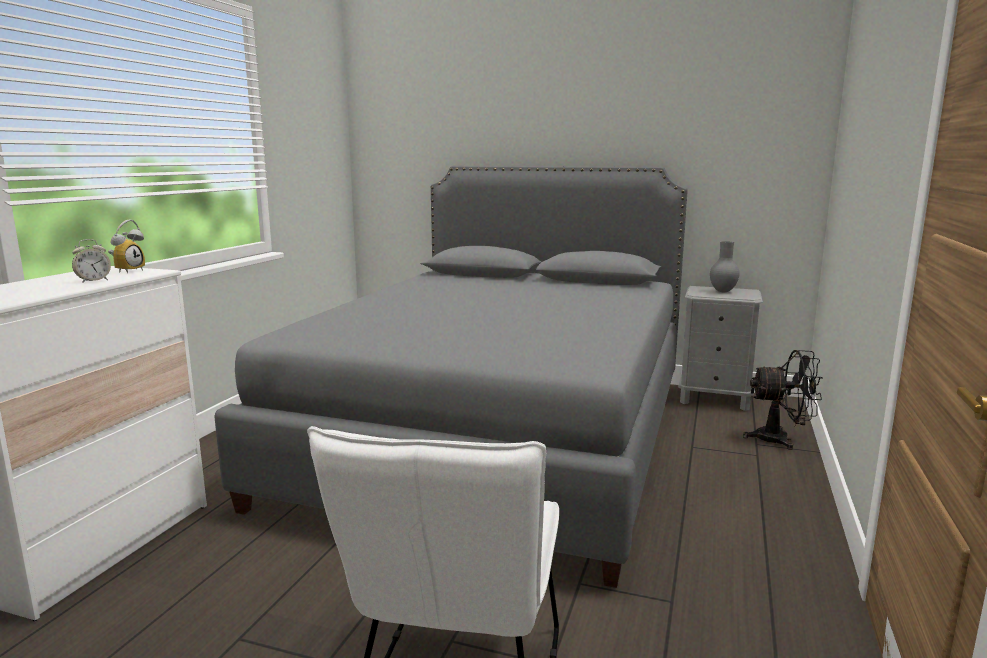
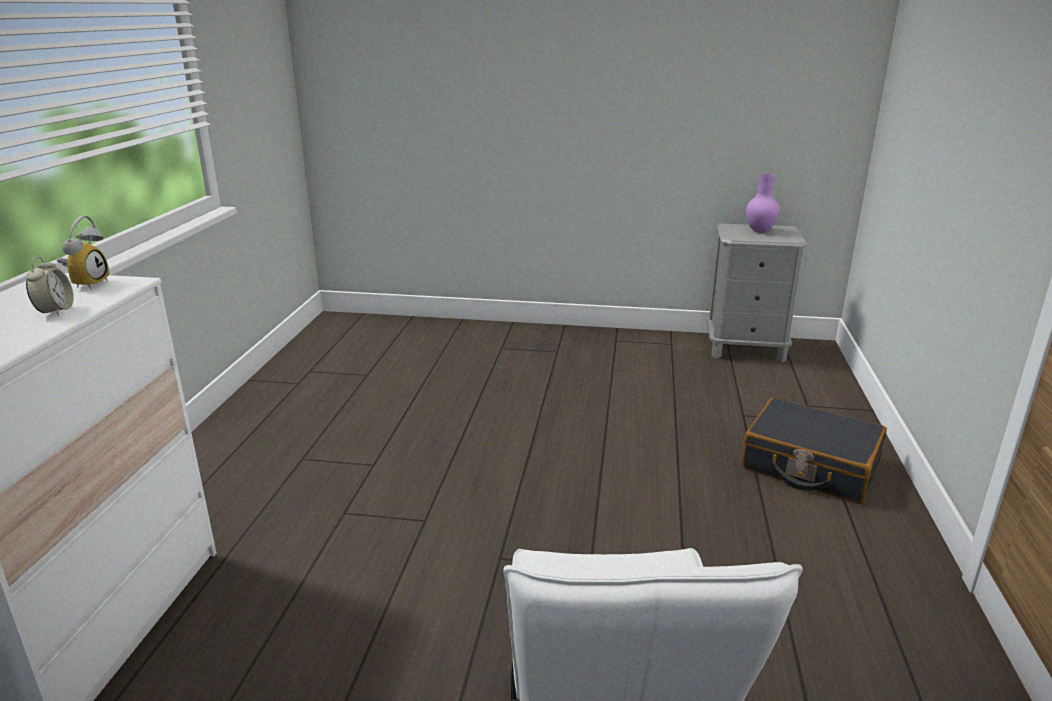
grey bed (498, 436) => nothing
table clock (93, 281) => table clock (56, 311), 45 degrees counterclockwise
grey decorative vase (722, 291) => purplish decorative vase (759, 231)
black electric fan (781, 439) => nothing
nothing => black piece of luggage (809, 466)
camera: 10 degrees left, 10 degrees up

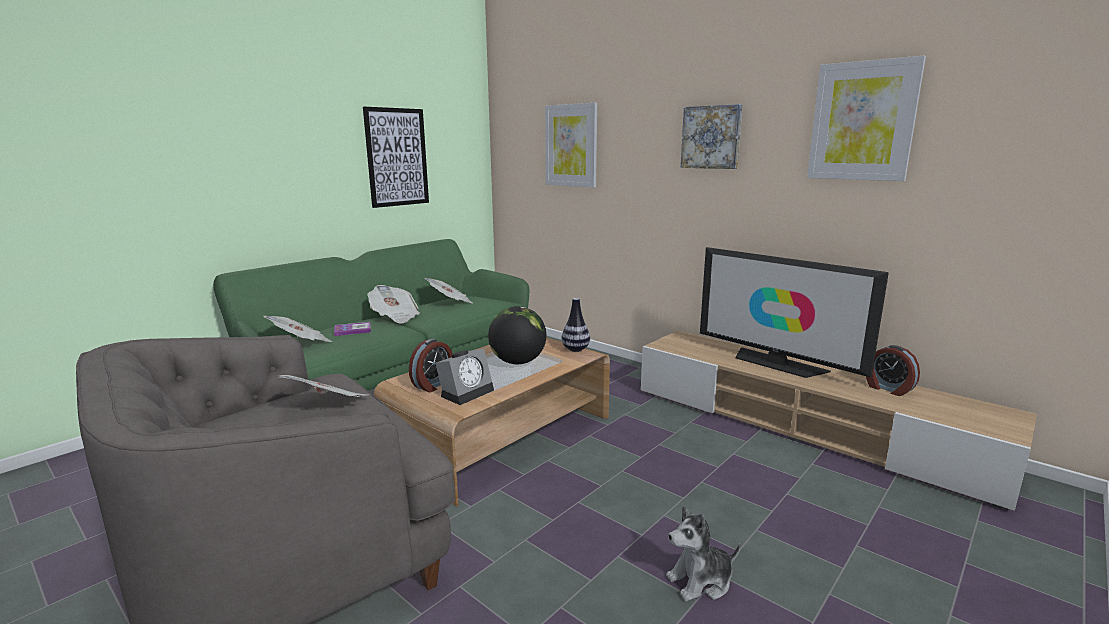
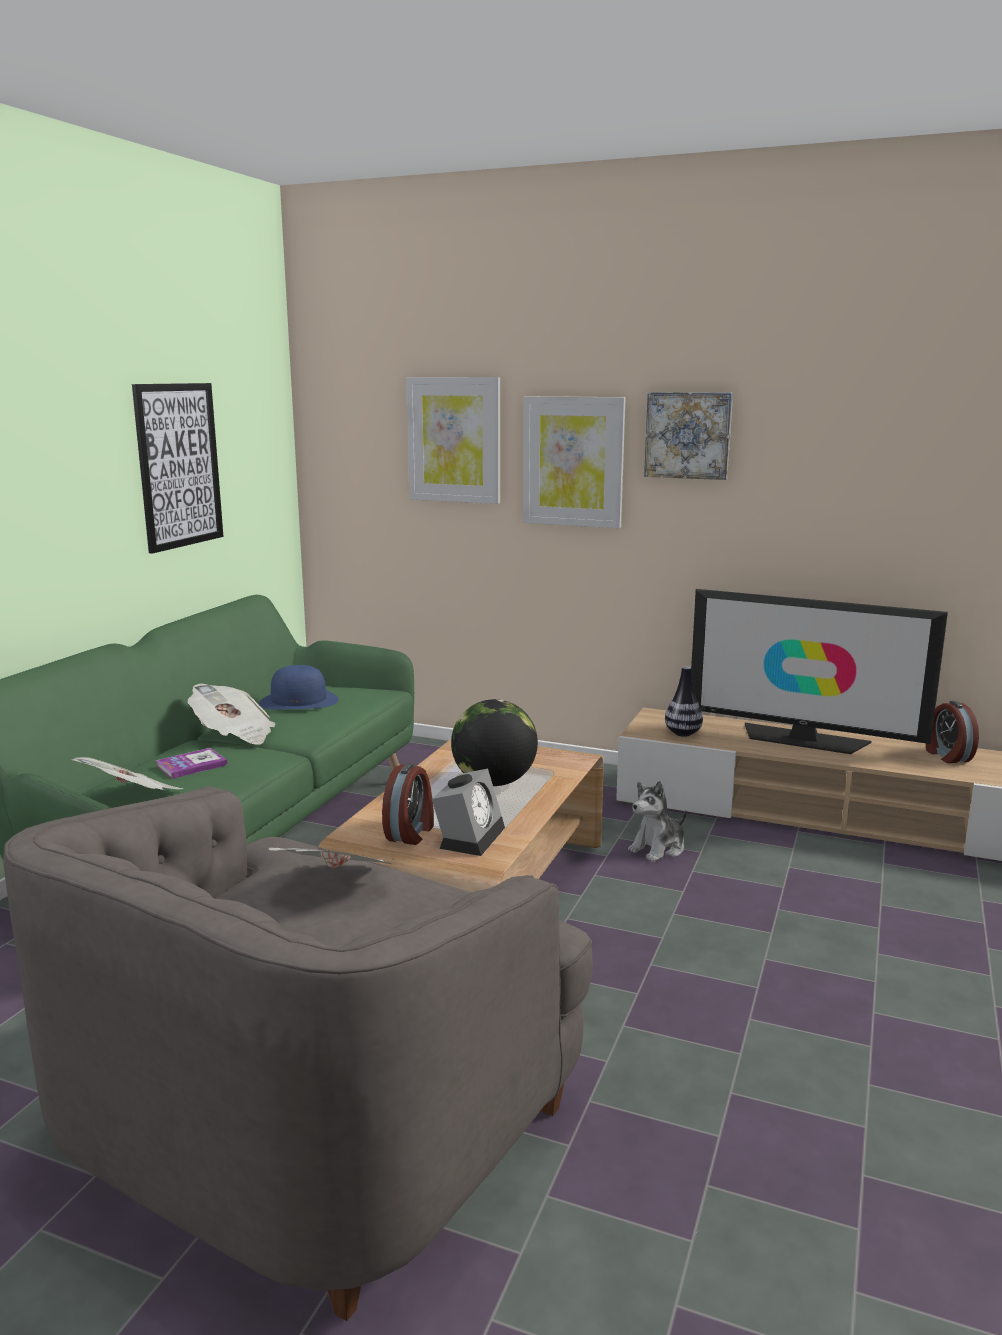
picture (862, 121) => picture (573, 461), shifted
newspaper (450, 302) => blue wearable hat (299, 701)
decorative vase (575, 349) => decorative vase (683, 733), shifted
table clock (888, 389) => table clock (947, 755), 45 degrees clockwise
cuddly toy (701, 581) => cuddly toy (658, 849), shifted
camera: 20 degrees left, 0 degrees up

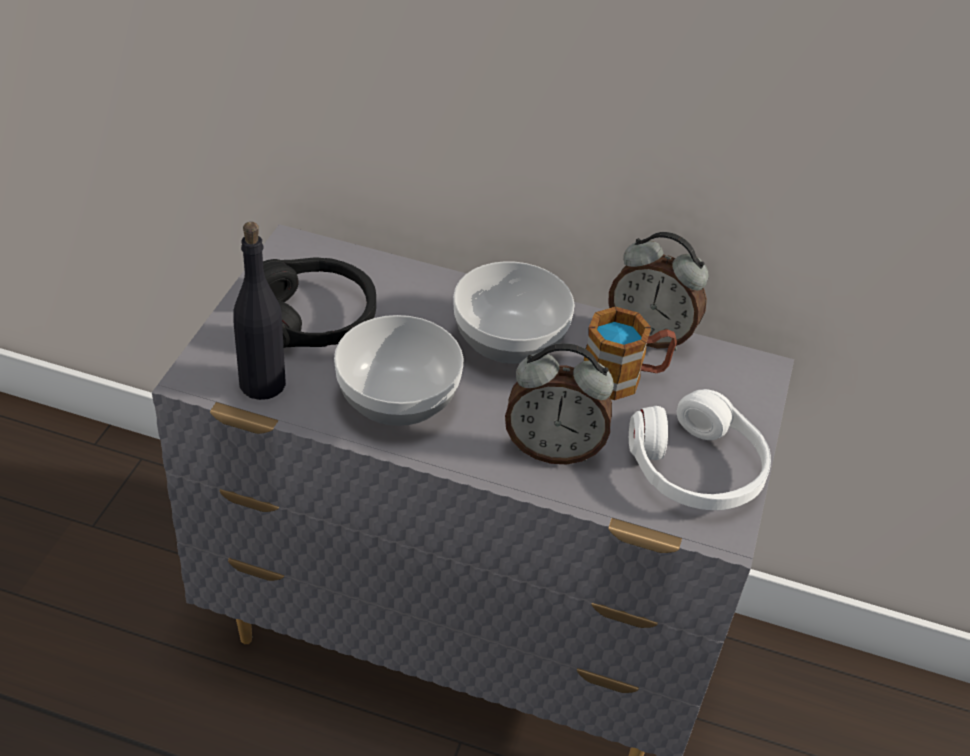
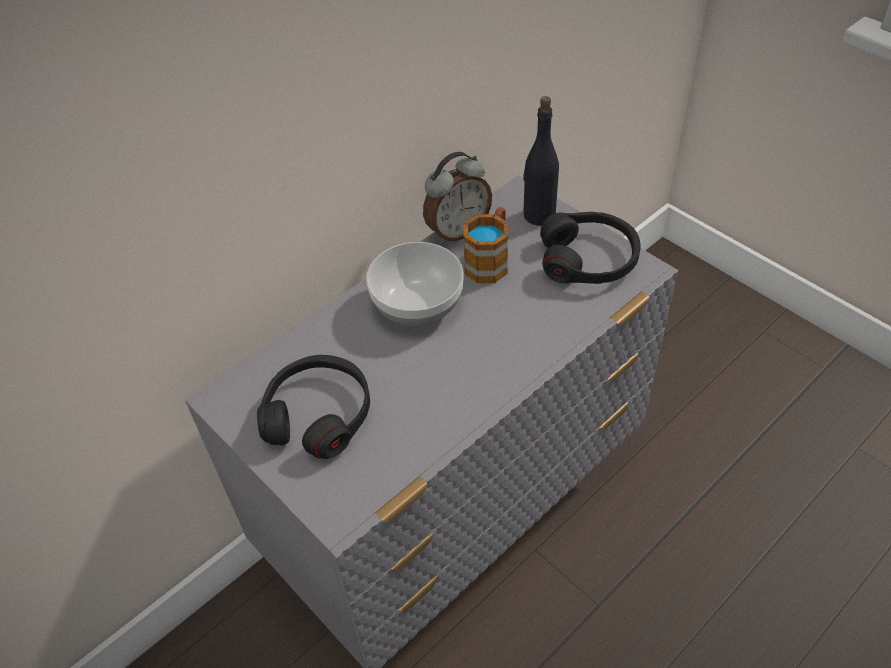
black bottle (262, 383) => black bottle (538, 215), shifted
deep dish (399, 400) => nothing
table clock (553, 449) => nothing
whitish headphones (696, 468) => black headphones (588, 259)
camera: 55 degrees left, 5 degrees up

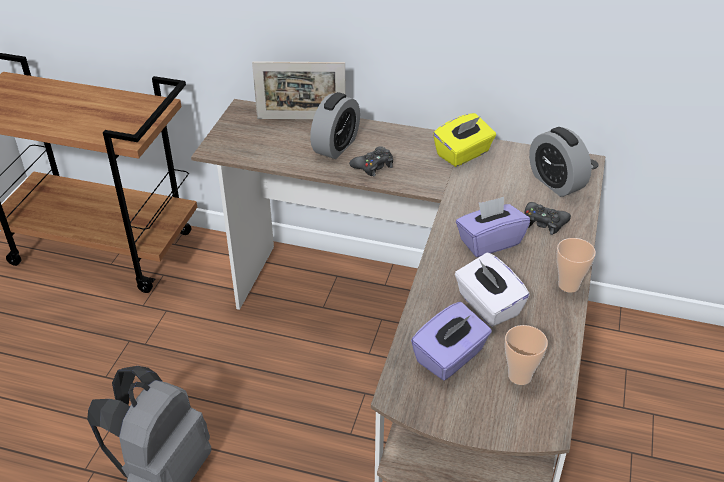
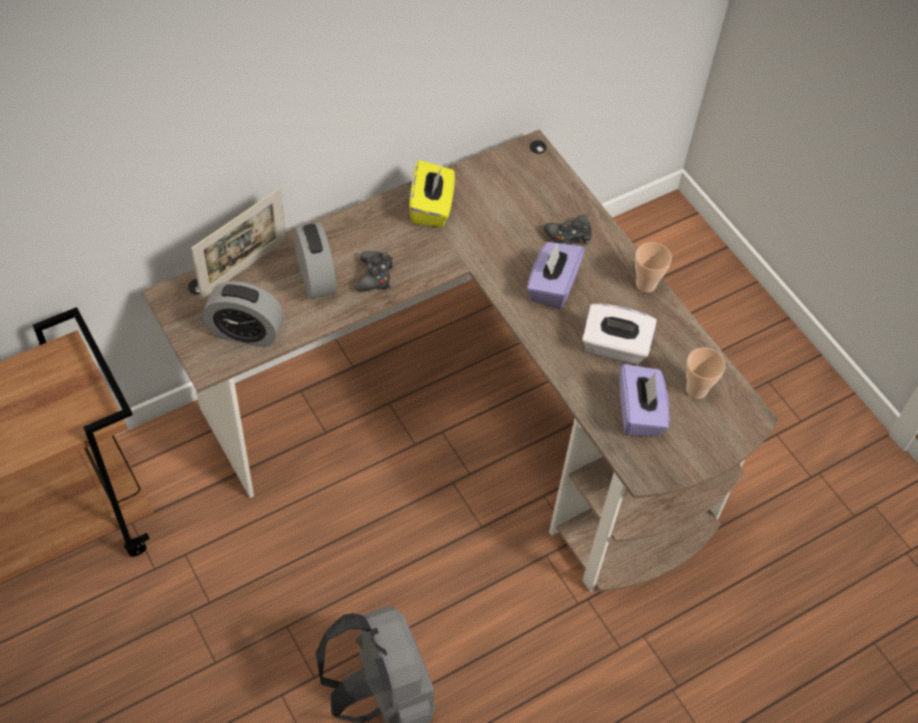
table clock (555, 182) => table clock (246, 332), shifted
camera: 50 degrees left, 15 degrees up

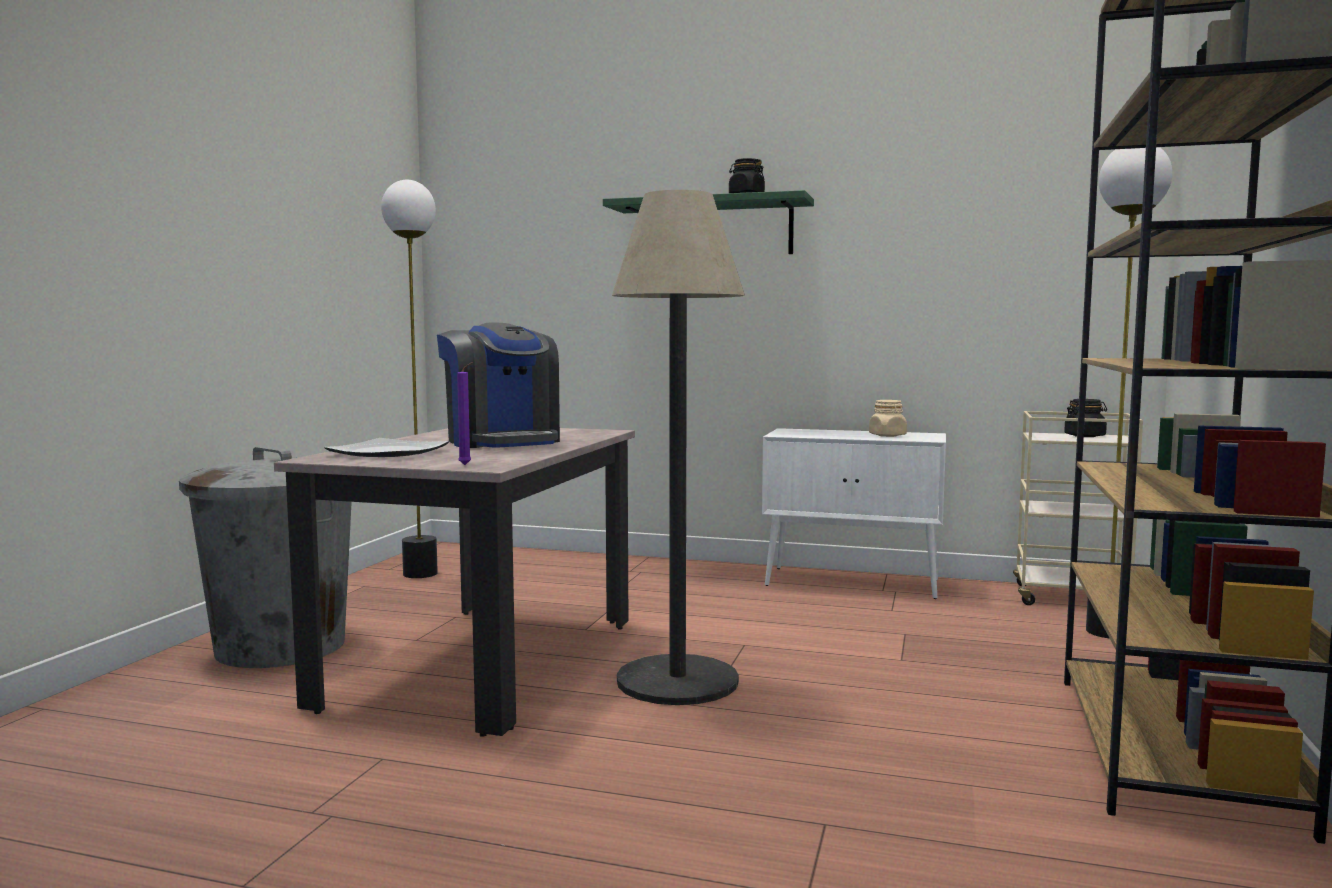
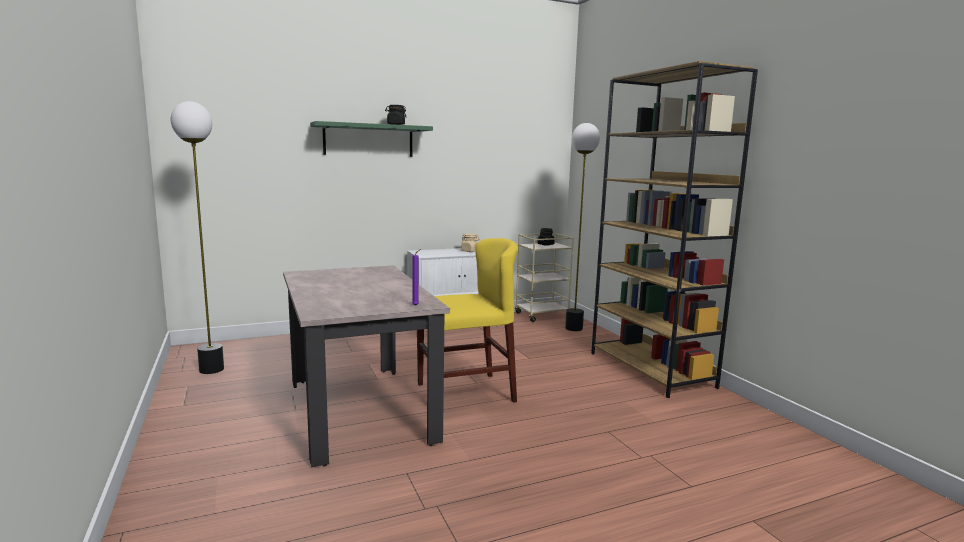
standing lamp (677, 681) => yellow chair (465, 392)
coffee machine (502, 442) => nothing
dinner plate (388, 452) => nothing
grey trash can (281, 646) => nothing
camera: 40 degrees left, 5 degrees up

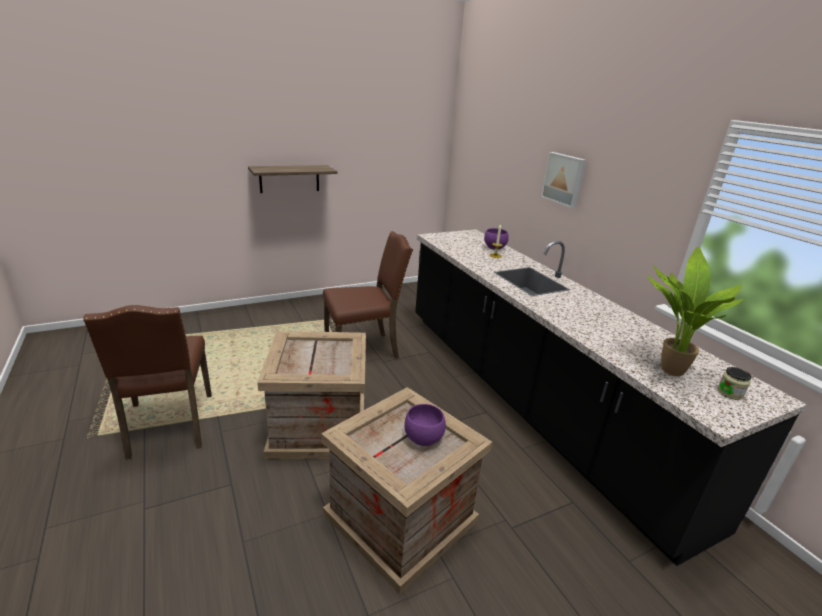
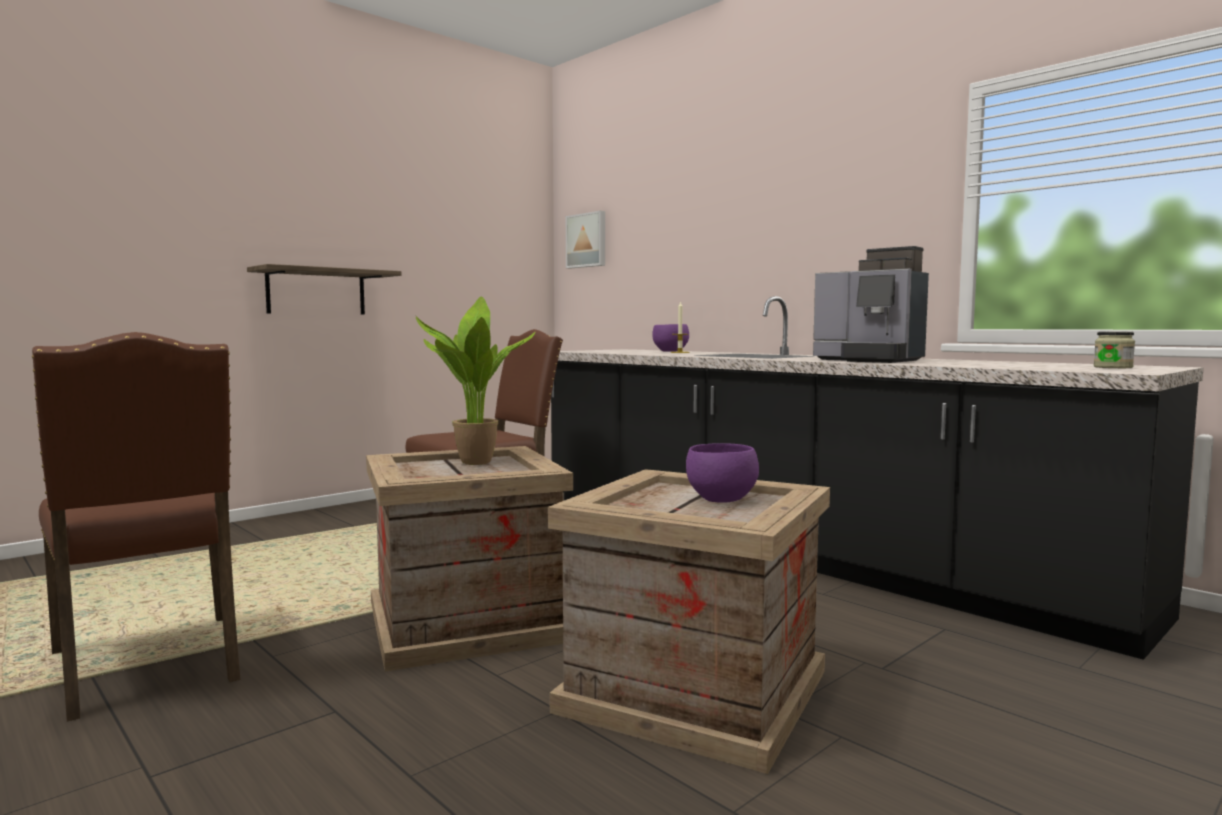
picture (564, 179) => picture (587, 240), shifted
potted plant (667, 370) => potted plant (471, 462), shifted
nothing => coffee machine (870, 360)
camera: 15 degrees left, 20 degrees down

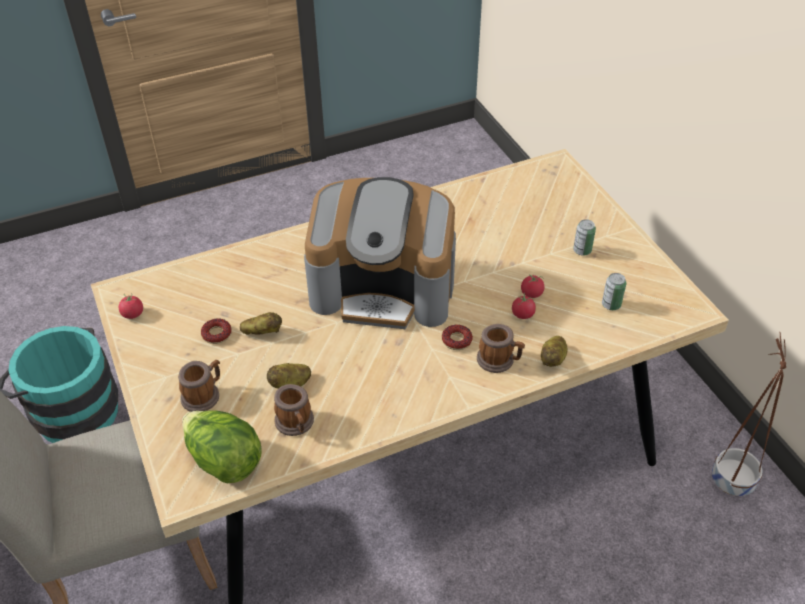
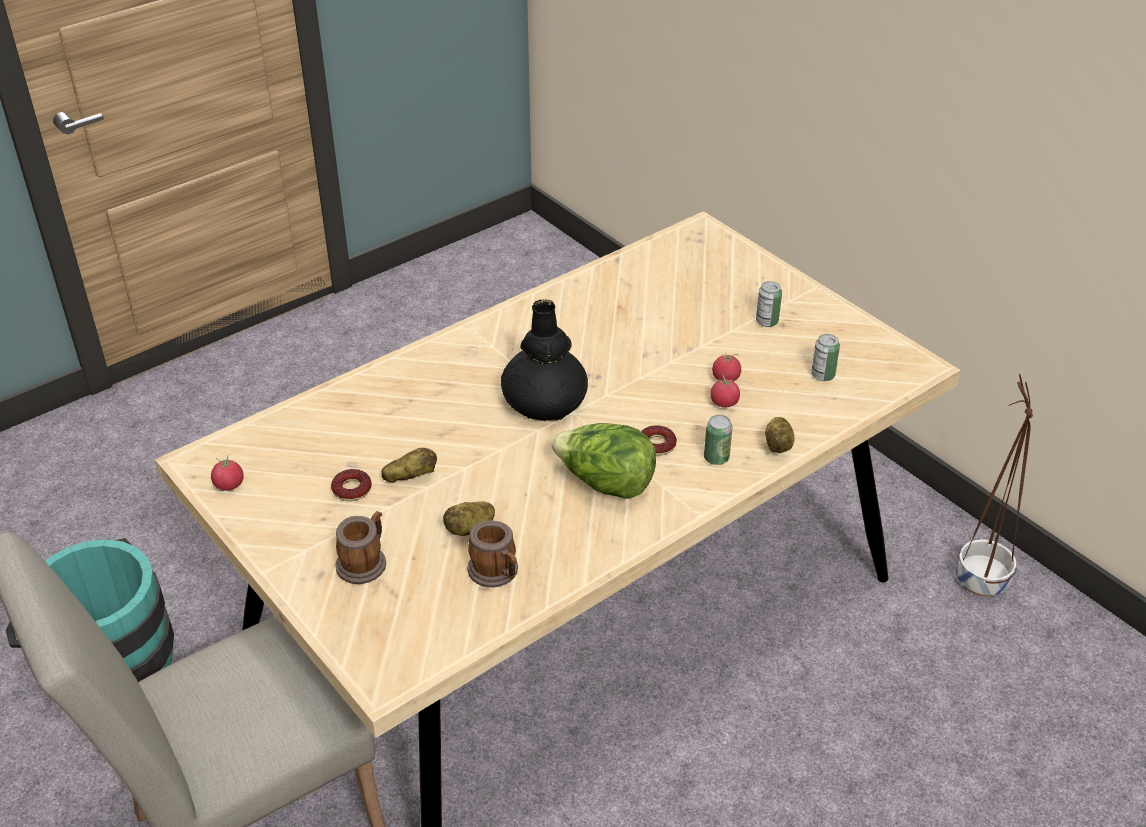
coffee machine (384, 288) => black decorative vase (545, 401)
mug (499, 360) => can (716, 458)
lettuce head (224, 461) => lettuce head (605, 484), shifted
camera: 15 degrees left, 5 degrees down

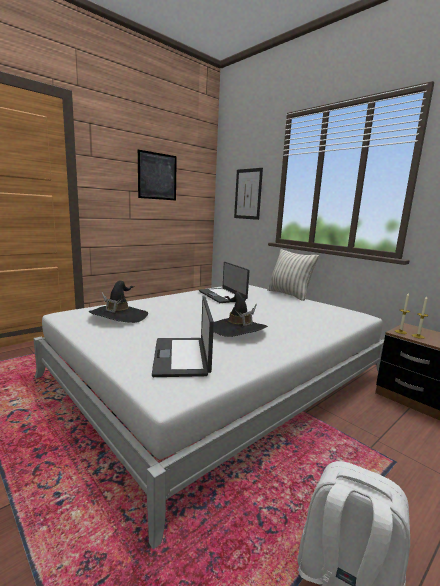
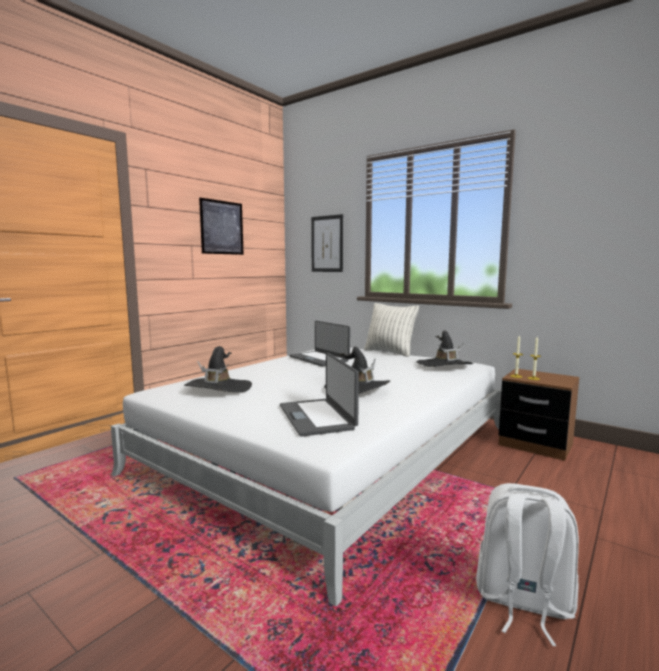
nothing => black wearable hat (444, 365)
camera: 10 degrees left, 5 degrees down

